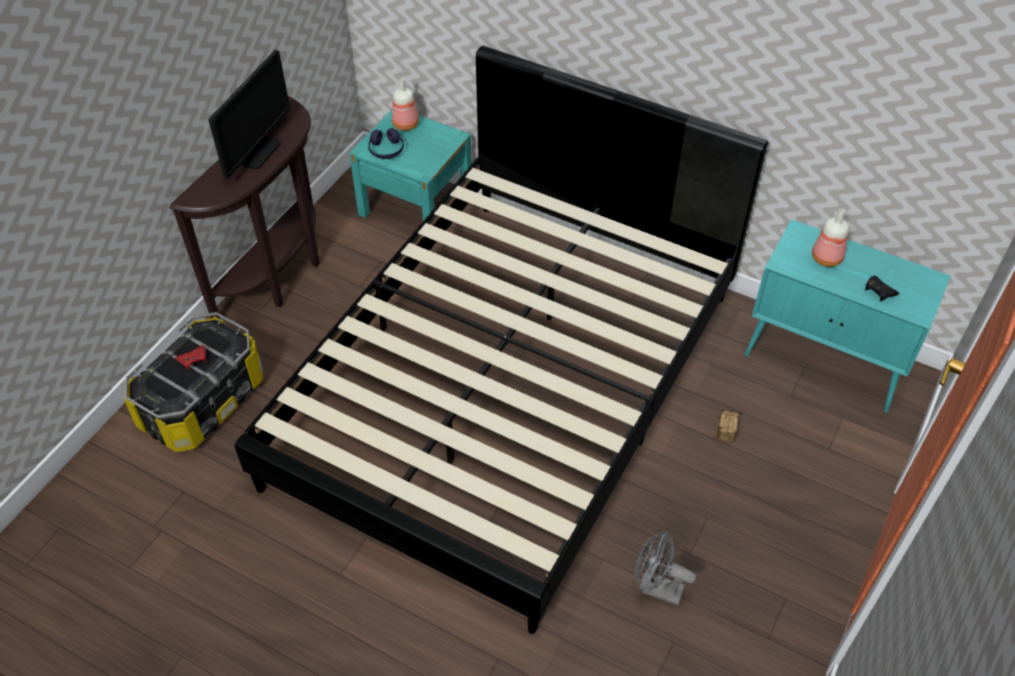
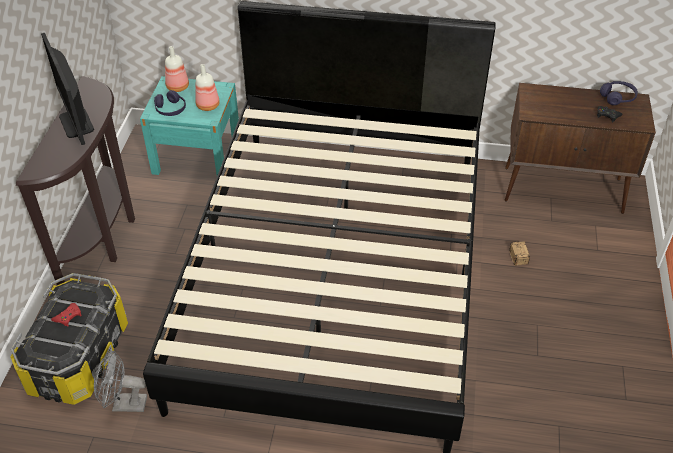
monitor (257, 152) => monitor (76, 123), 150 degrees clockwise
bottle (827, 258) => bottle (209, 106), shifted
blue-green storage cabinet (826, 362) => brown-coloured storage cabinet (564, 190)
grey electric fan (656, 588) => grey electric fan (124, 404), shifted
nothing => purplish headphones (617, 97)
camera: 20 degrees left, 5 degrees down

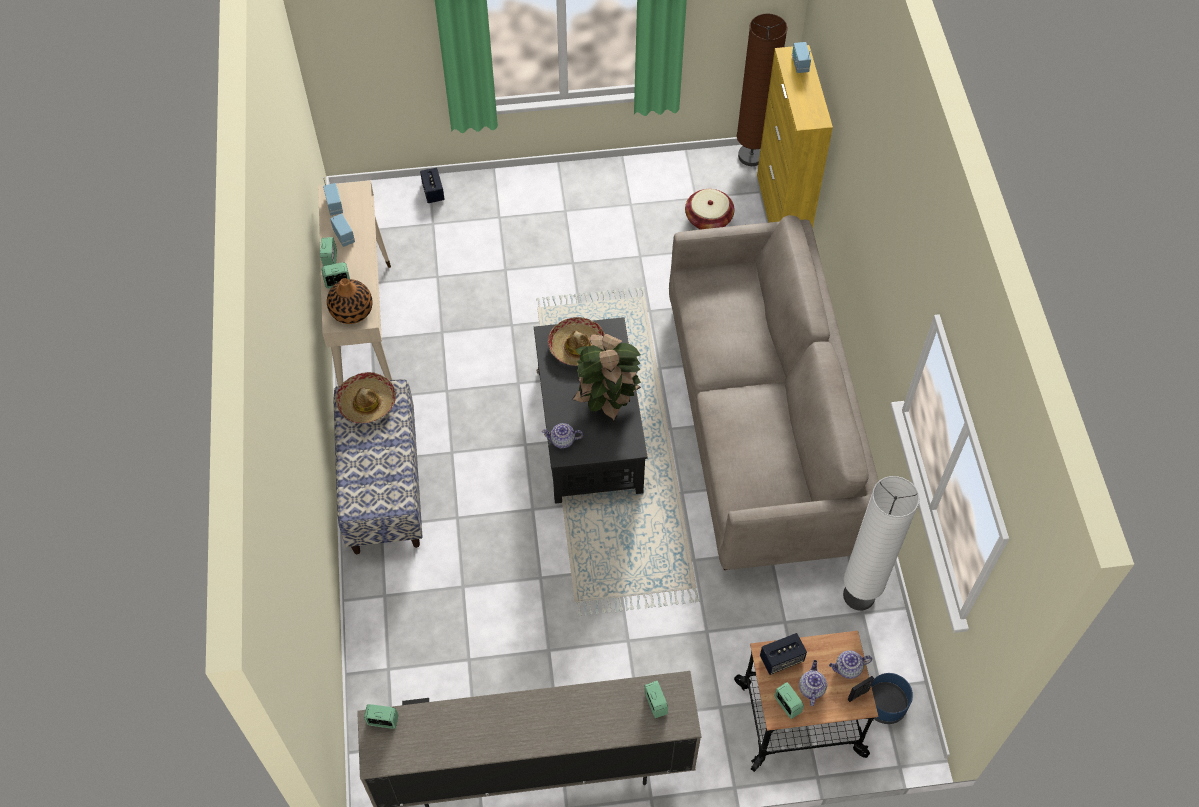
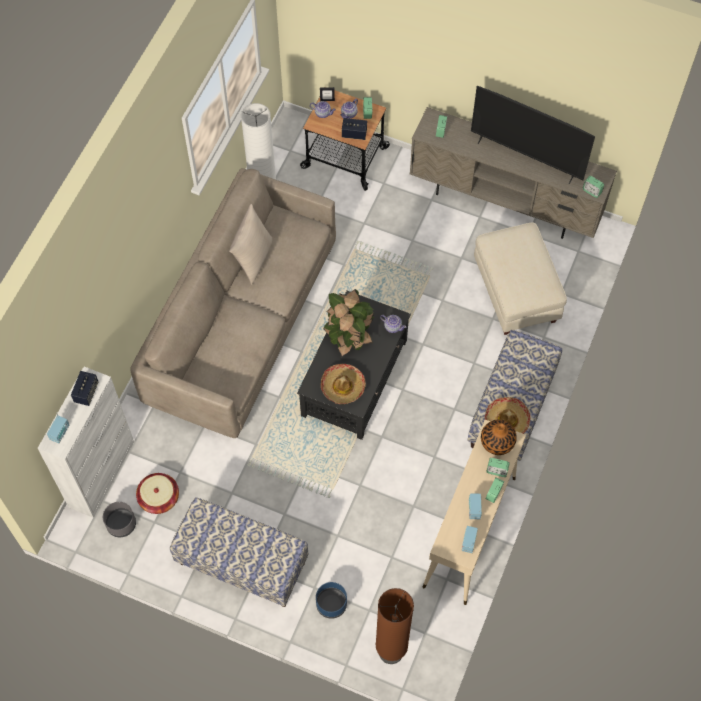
brown-coloured standing lamp (751, 156) => brown-coloured standing lamp (391, 652), shifted
yellow storage cabinet (781, 212) => whitish storage cabinet (102, 473)
loudspeaker (433, 192) => loudspeaker (86, 392), shifted
blue planter (885, 704) => blue planter (331, 604), shifted
nothing => television (526, 158)
nothing => beige-coloured throw pillow (253, 258)
nothing => beige-coloured ottoman (516, 292)
nothing => indoor bench (242, 563)
nothing => grey planter (121, 524)
camera: 150 degrees left, 5 degrees up

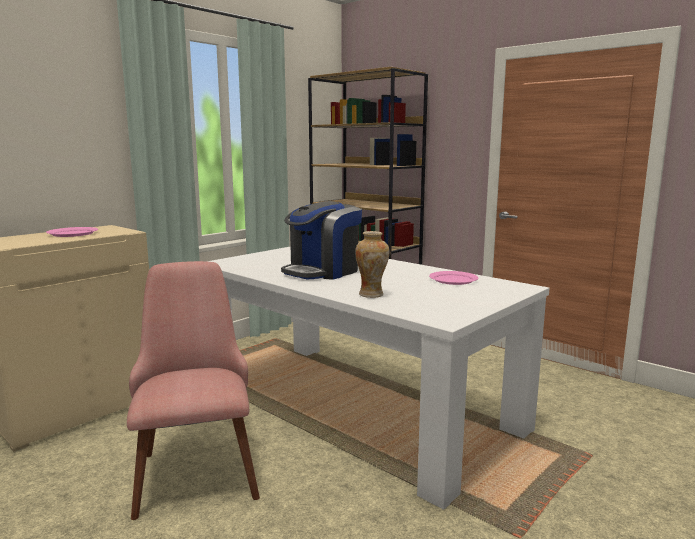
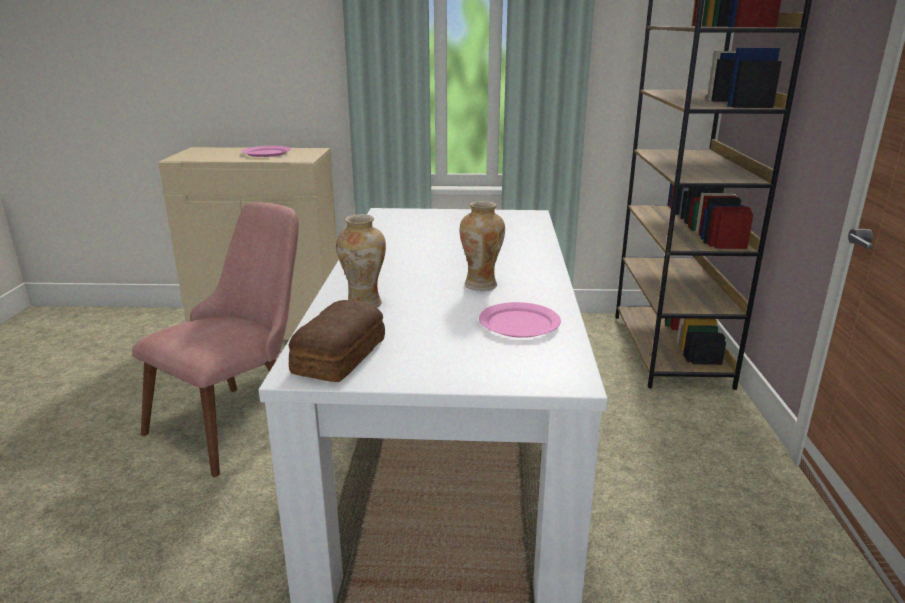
coffee machine (323, 271) => nothing
nothing => decorative vase (481, 285)
nothing => bakery bread (337, 356)
camera: 50 degrees right, 10 degrees up

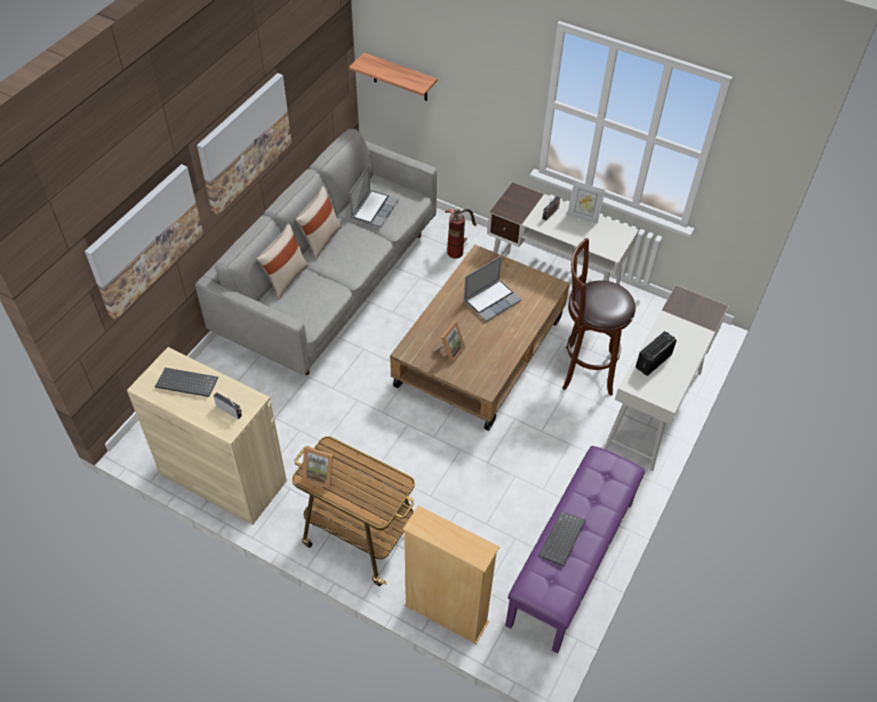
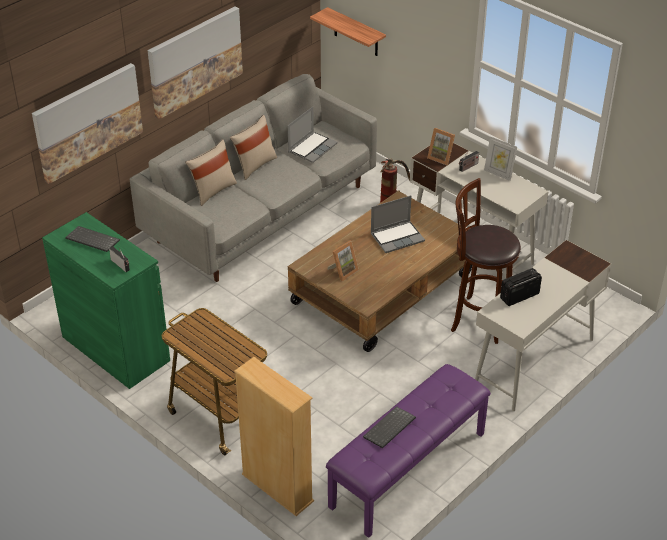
beige-coloured storage cabinet (223, 477) => green storage cabinet (115, 348)
standing frame (320, 474) => standing frame (441, 157), shifted
camera: 15 degrees right, 10 degrees down

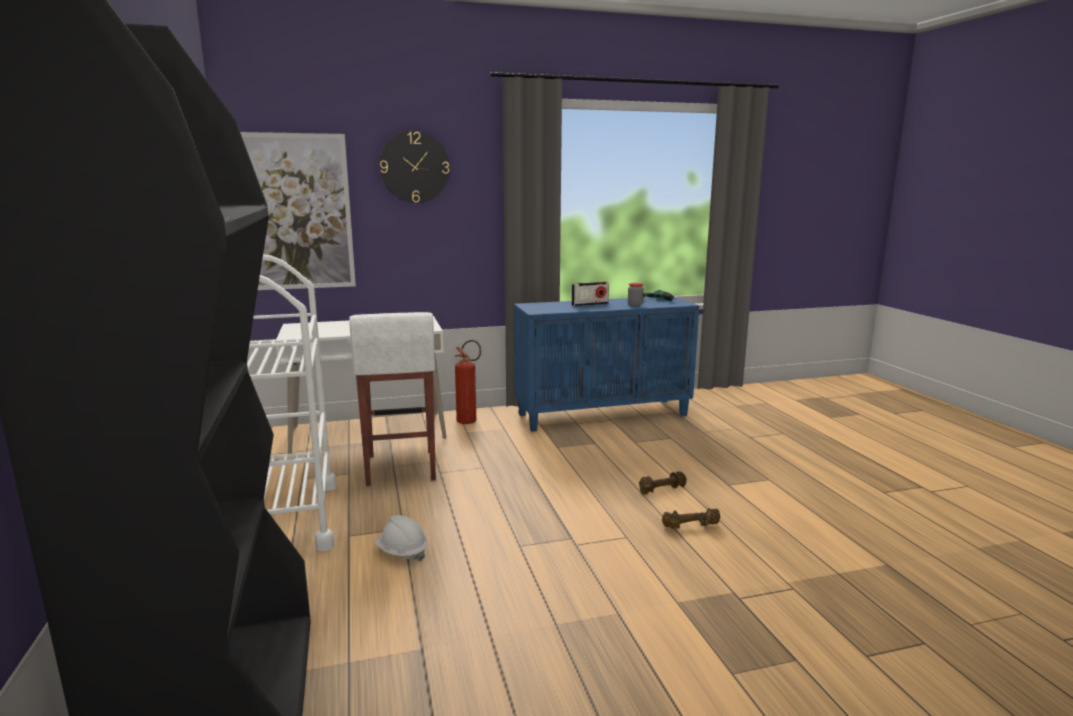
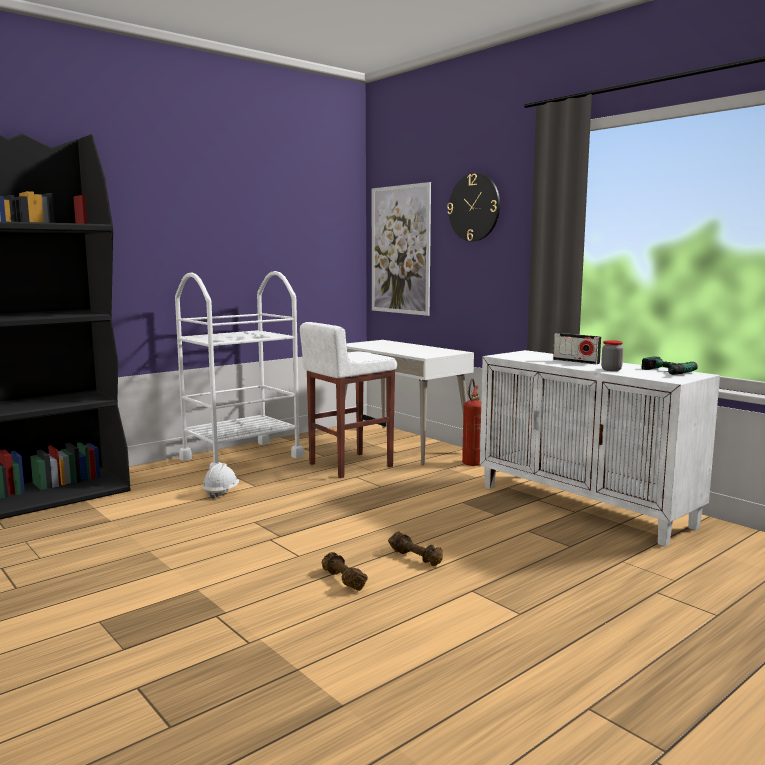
blue storage cabinet (603, 414) => whitish storage cabinet (585, 506)
camera: 65 degrees right, 5 degrees down

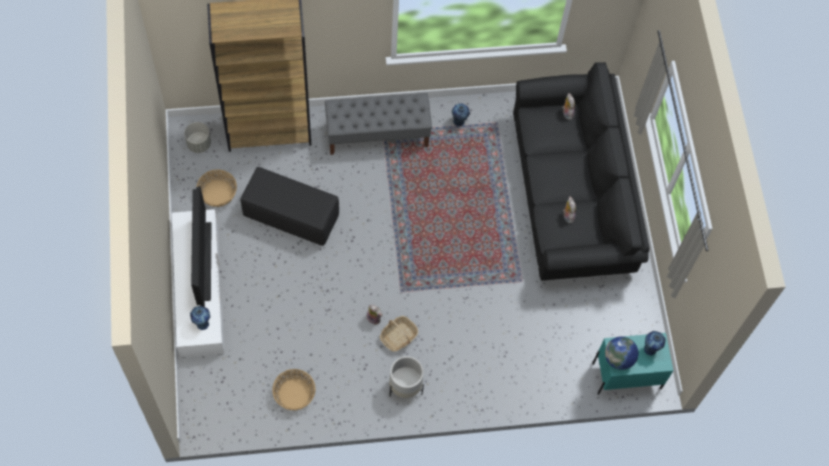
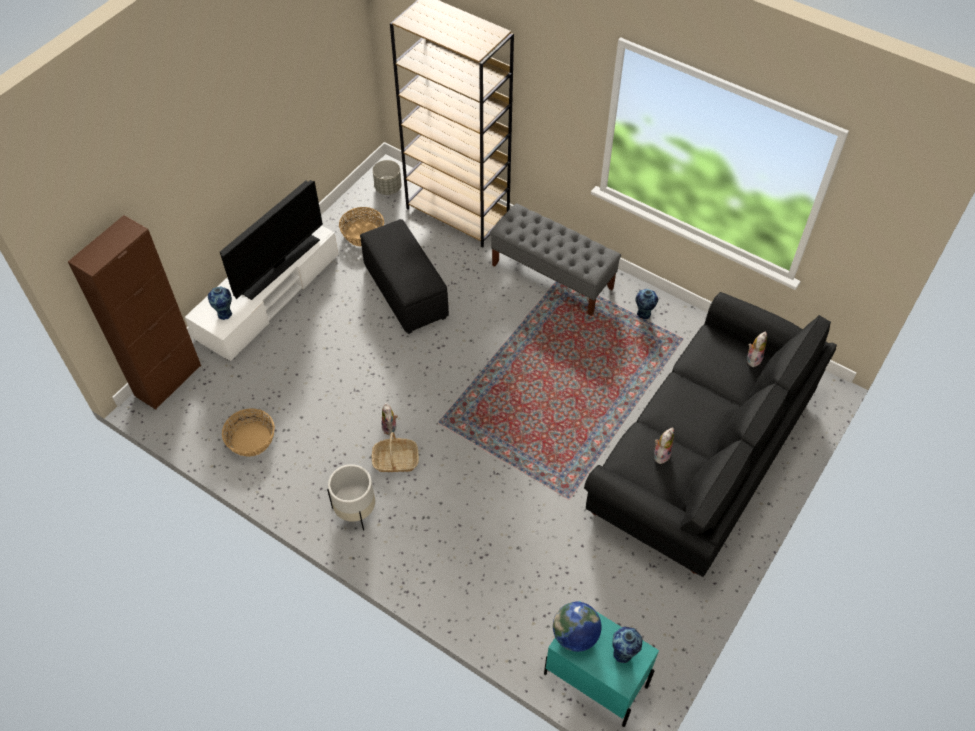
nothing => brown-coloured storage cabinet (168, 380)
camera: 45 degrees right, 10 degrees down

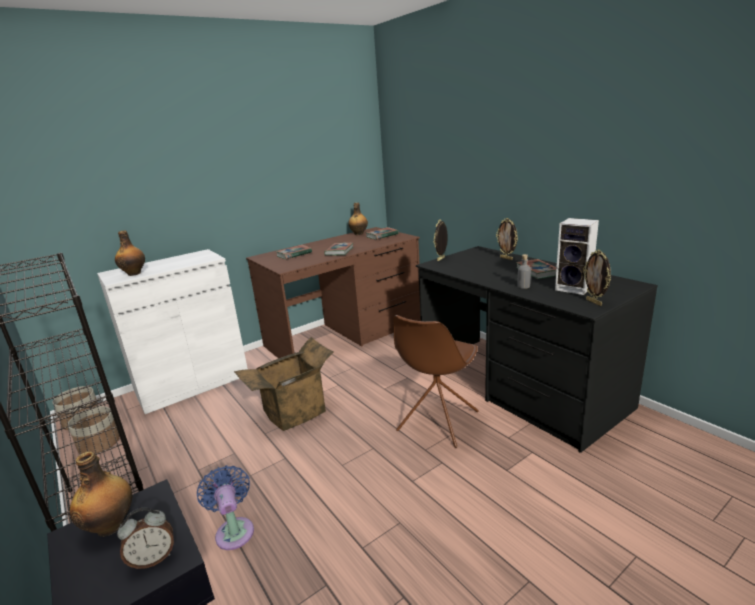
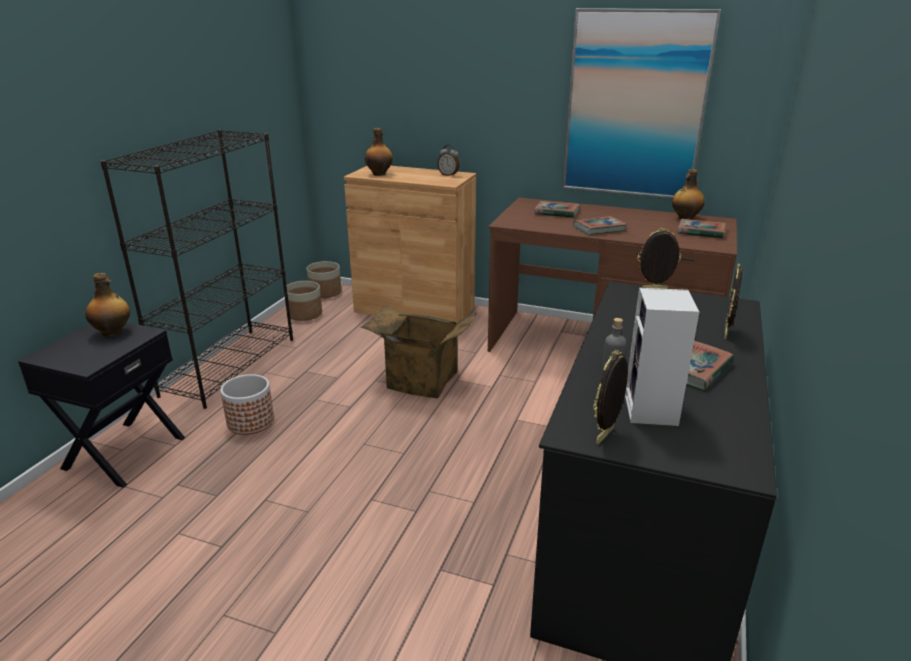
whitish storage cabinet (192, 383) => brown-coloured storage cabinet (414, 309)
brown-coloured chair (437, 422) => nothing
blue electric fan (234, 530) => planter (250, 422)
table clock (153, 558) => table clock (448, 175), shifted
nothing => picture (635, 106)
camera: 55 degrees right, 5 degrees up

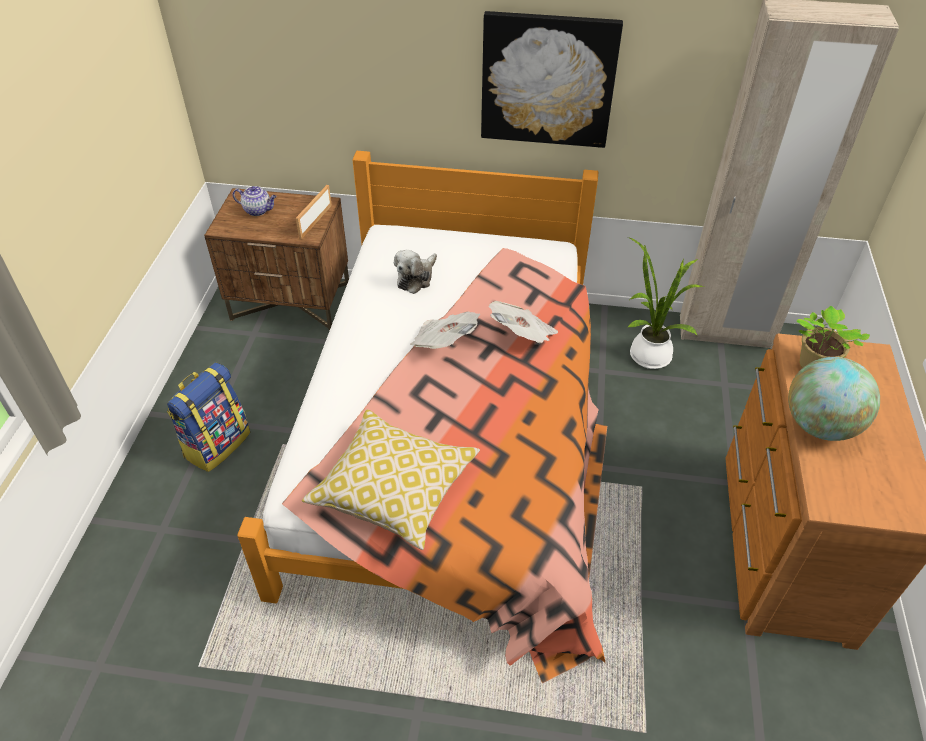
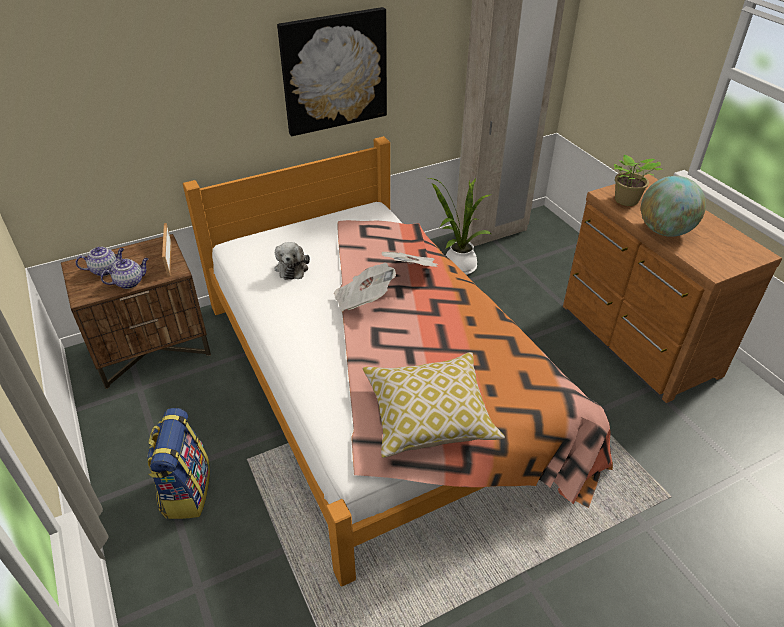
nothing => tea pot (130, 282)
camera: 35 degrees left, 5 degrees down

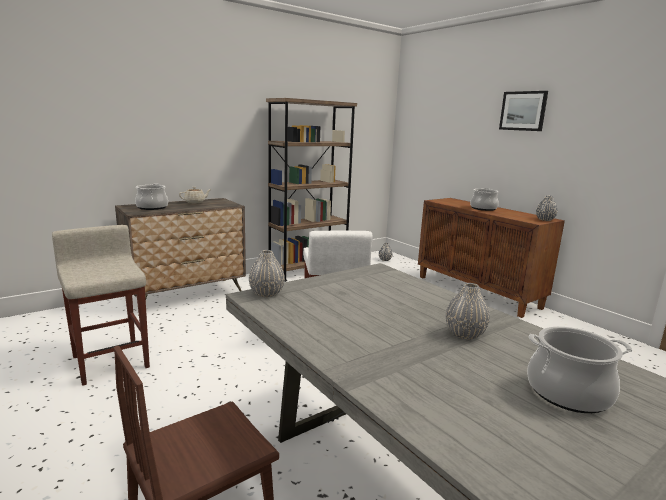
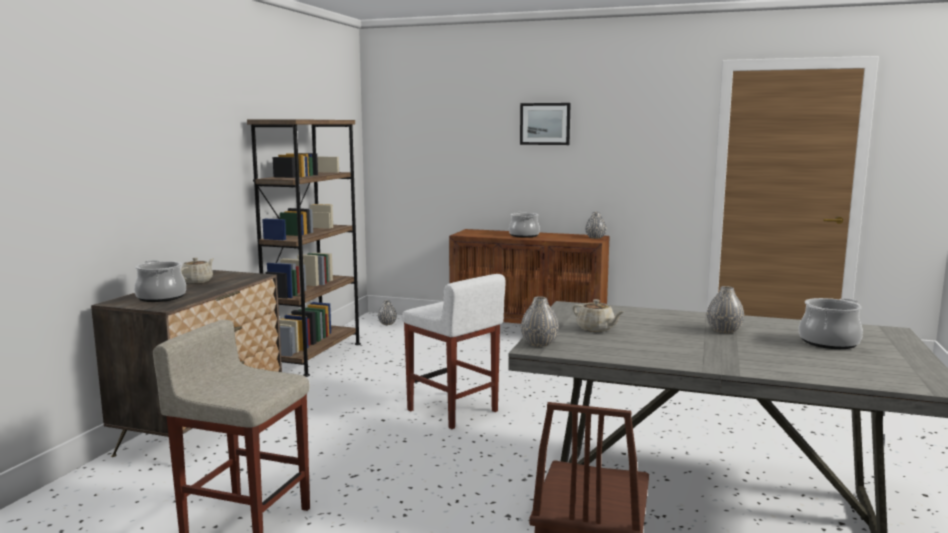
nothing => beige-coloured tea pot (596, 329)
camera: 35 degrees left, 5 degrees down

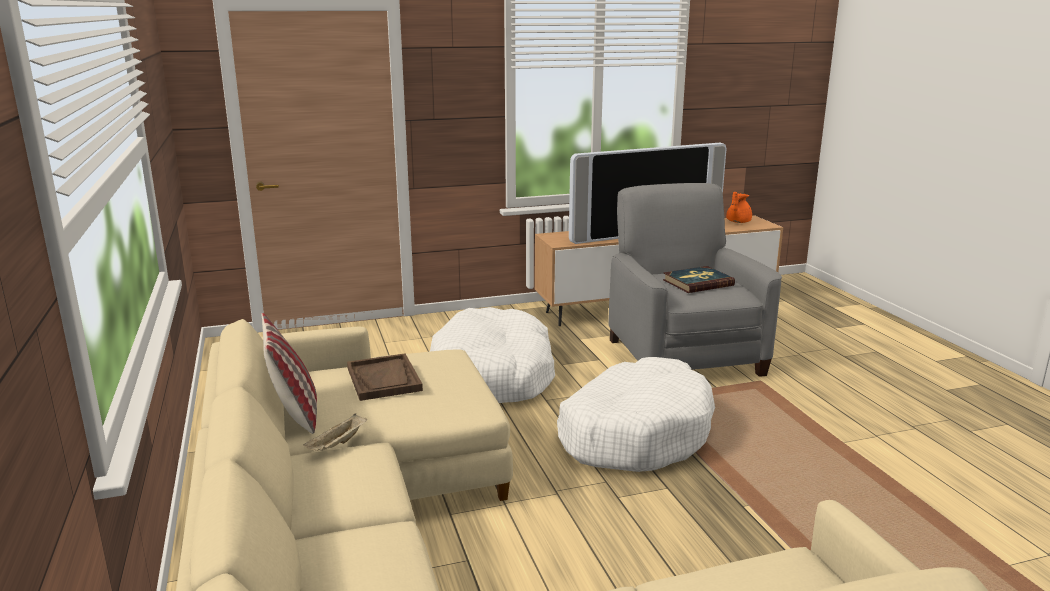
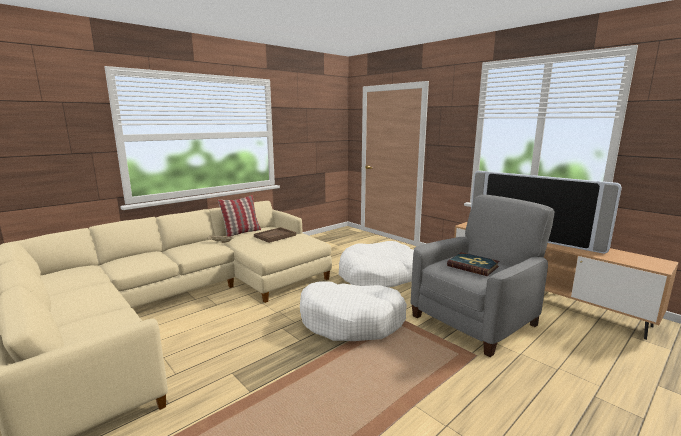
orange-coloured tea pot (737, 222) => nothing
camera: 65 degrees right, 5 degrees down

